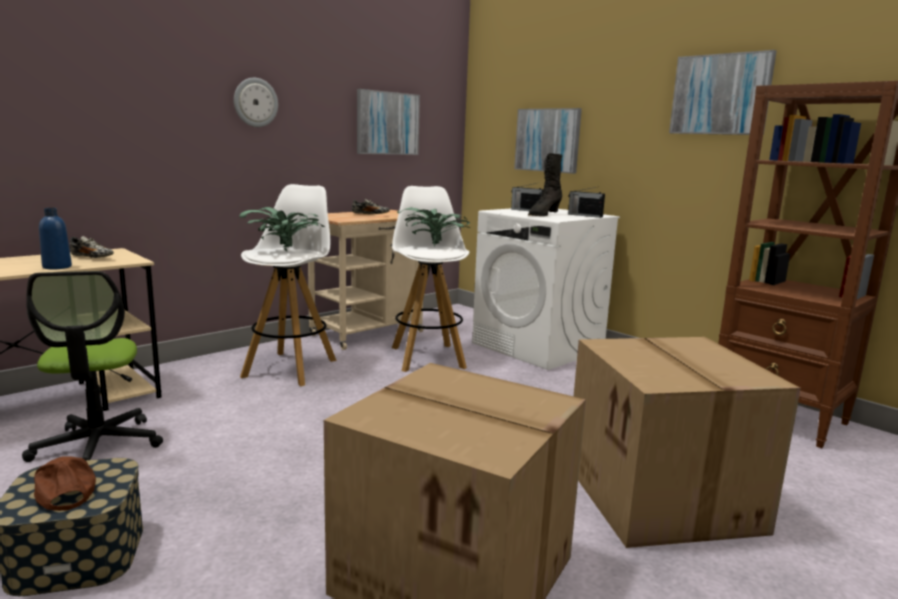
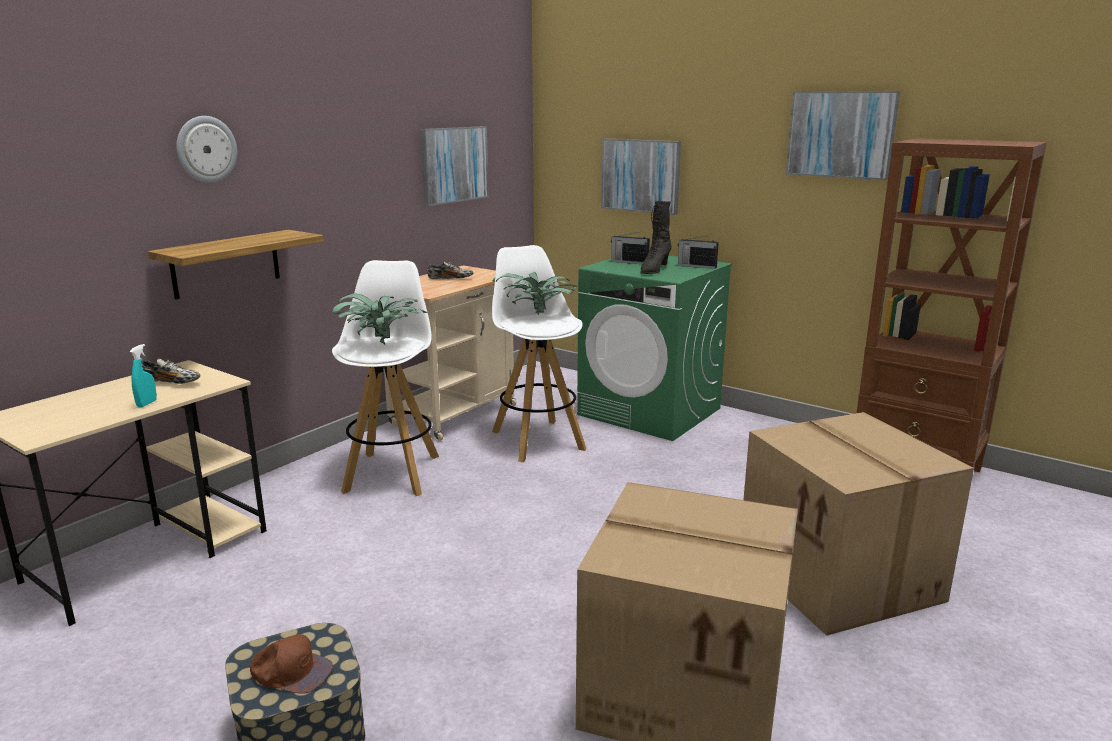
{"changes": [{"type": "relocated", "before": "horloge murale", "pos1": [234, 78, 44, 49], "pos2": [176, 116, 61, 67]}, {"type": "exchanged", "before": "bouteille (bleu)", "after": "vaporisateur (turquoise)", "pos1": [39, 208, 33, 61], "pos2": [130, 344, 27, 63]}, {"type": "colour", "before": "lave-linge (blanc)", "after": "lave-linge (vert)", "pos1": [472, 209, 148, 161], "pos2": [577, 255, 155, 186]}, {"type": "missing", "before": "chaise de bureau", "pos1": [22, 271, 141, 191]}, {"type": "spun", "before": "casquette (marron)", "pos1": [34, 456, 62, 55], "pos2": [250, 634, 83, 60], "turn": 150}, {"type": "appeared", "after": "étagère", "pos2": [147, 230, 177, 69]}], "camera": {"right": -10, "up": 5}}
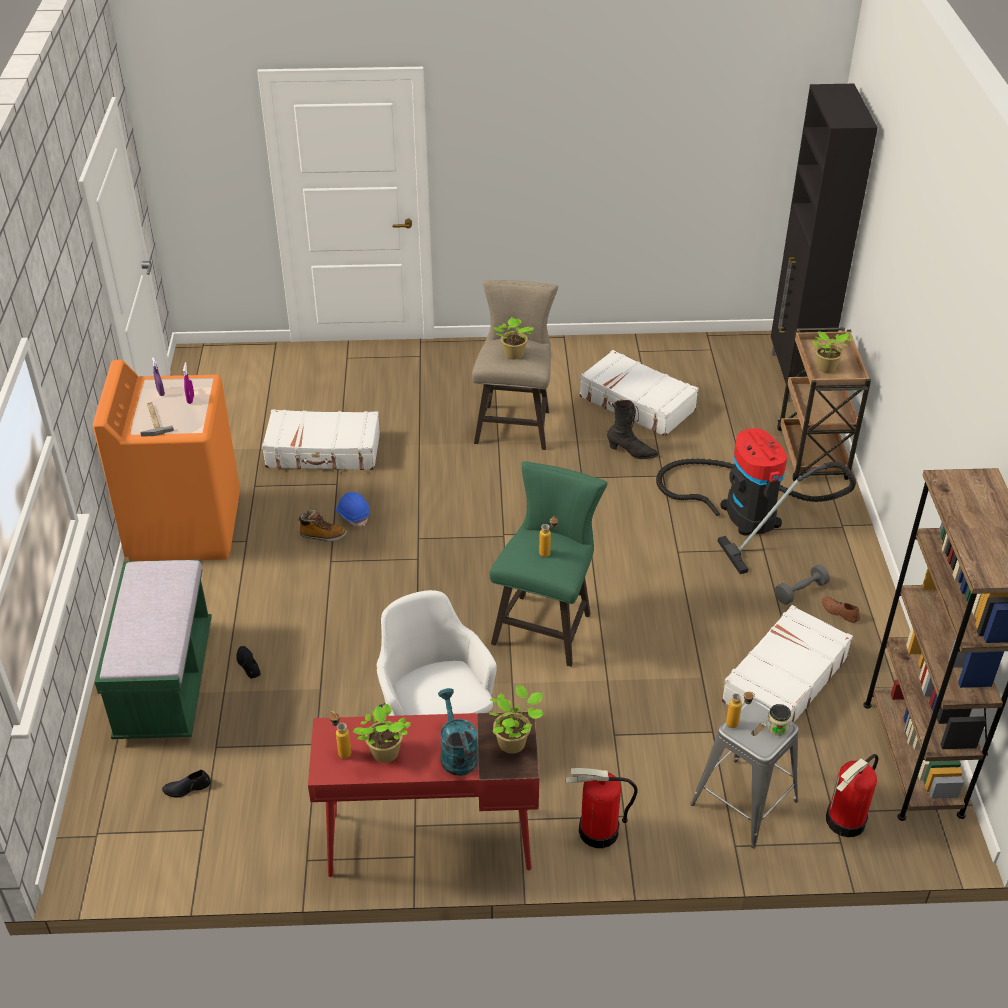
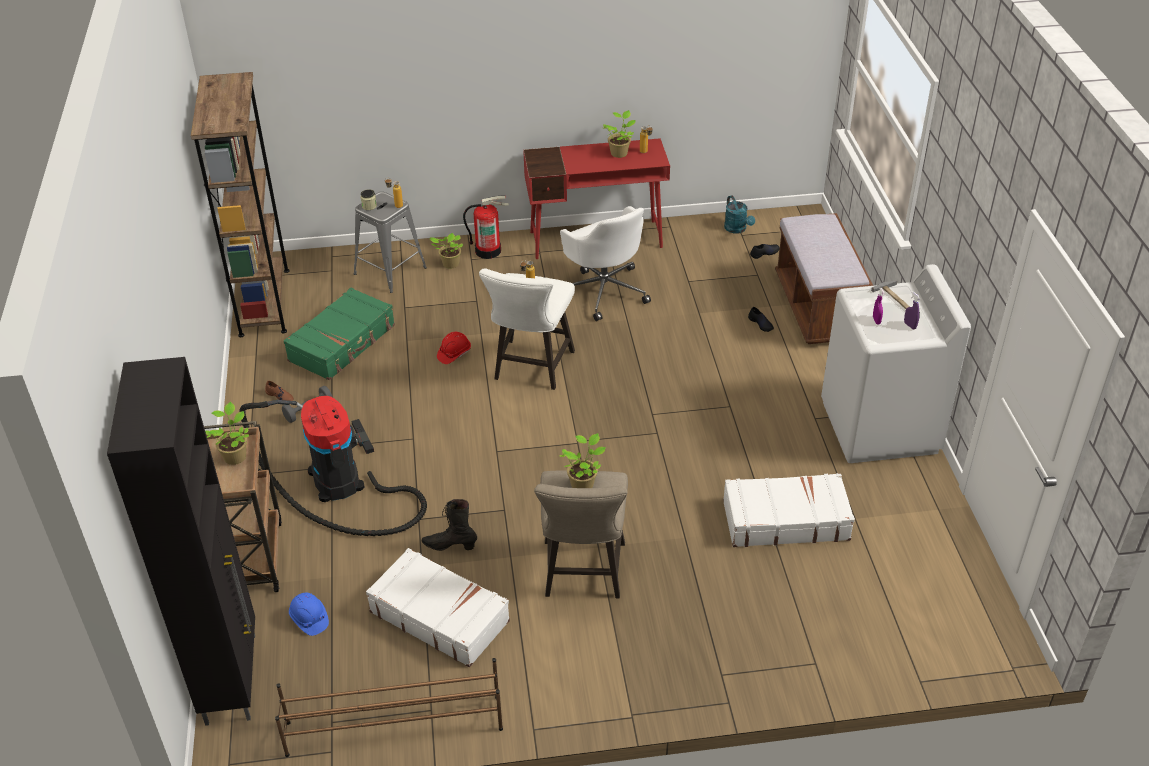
{"changes": [{"type": "colour", "before": "lave-linge (orange)", "after": "lave-linge (blanc)", "pos1": [93, 360, 147, 201], "pos2": [821, 264, 150, 199]}, {"type": "colour", "before": "tabouret (vert)", "after": "tabouret (blanc)", "pos1": [490, 461, 117, 206], "pos2": [479, 268, 96, 122]}, {"type": "relocated", "before": "casque de chantier (bleu)", "pos1": [336, 492, 34, 35], "pos2": [289, 592, 40, 44]}, {"type": "missing", "before": "botte", "pos1": [298, 510, 49, 32]}, {"type": "colour", "before": "banc (vert)", "after": "banc (marron)", "pos1": [95, 559, 117, 180], "pos2": [775, 213, 98, 131]}, {"type": "colour", "before": "valise (blanc)", "after": "valise (vert)", "pos1": [722, 605, 131, 121], "pos2": [284, 288, 111, 92]}, {"type": "relocated", "before": "plante en pot", "pos1": [489, 685, 56, 69], "pos2": [430, 233, 33, 36]}, {"type": "relocated", "before": "arrosoir (turquoise)", "pos1": [438, 688, 40, 88], "pos2": [724, 195, 31, 39]}, {"type": "missing", "before": "extincteur", "pos1": [826, 754, 52, 83]}, {"type": "appeared", "after": "casque de chantier (rouge)", "pos2": [437, 332, 34, 32]}, {"type": "appeared", "after": "étagère à chaussures (marron)", "pos2": [275, 658, 228, 99]}], "camera": {"right": 175, "up": 0}}
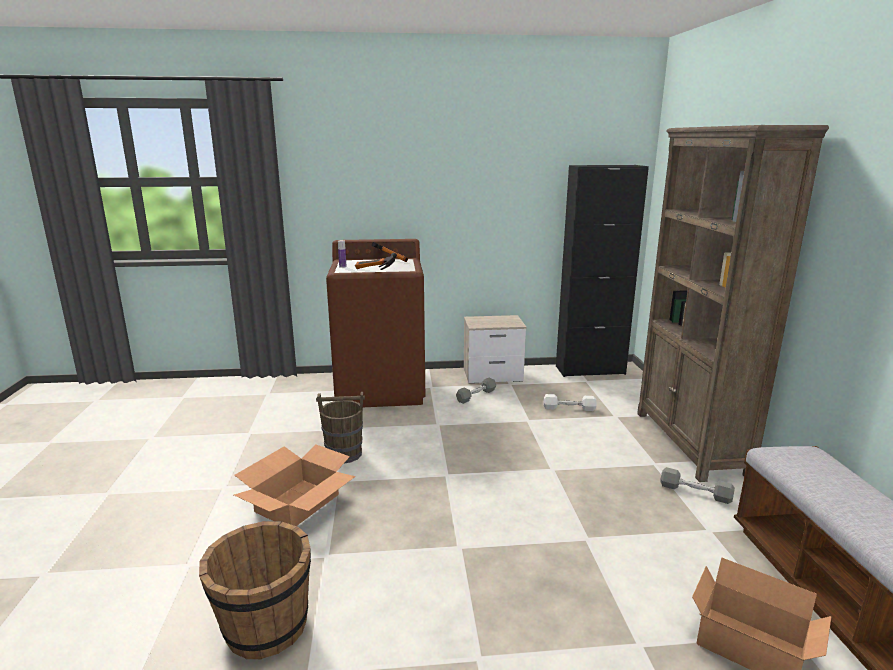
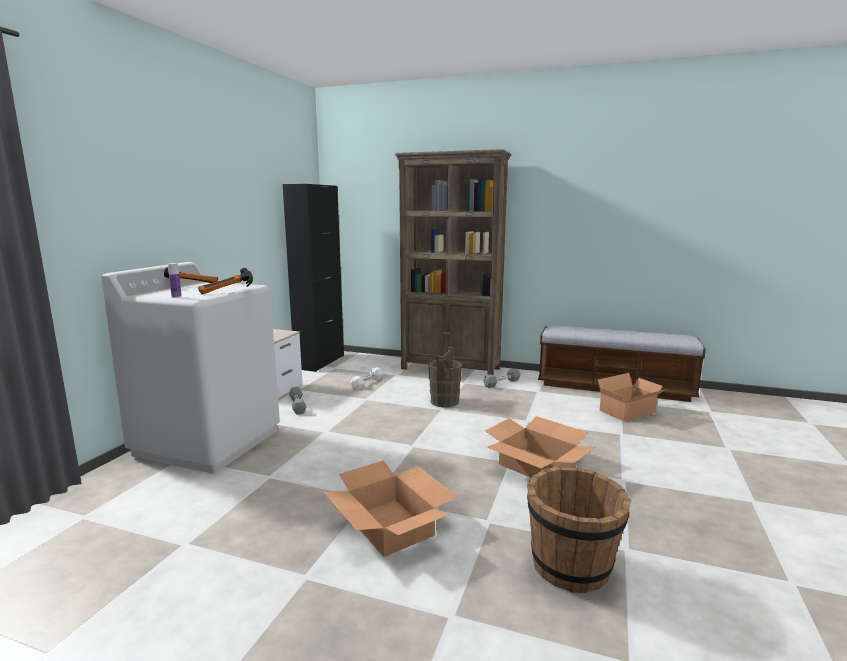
{"changes": [{"type": "colour", "before": "lave-linge (marron)", "after": "lave-linge (blanc)", "pos1": [326, 239, 99, 168], "pos2": [101, 262, 179, 211]}, {"type": "relocated", "before": "seau (marron)", "pos1": [316, 392, 49, 72], "pos2": [428, 347, 34, 60]}, {"type": "appeared", "after": "carton", "pos2": [485, 416, 111, 61]}], "camera": {"right": -65, "up": -5}}
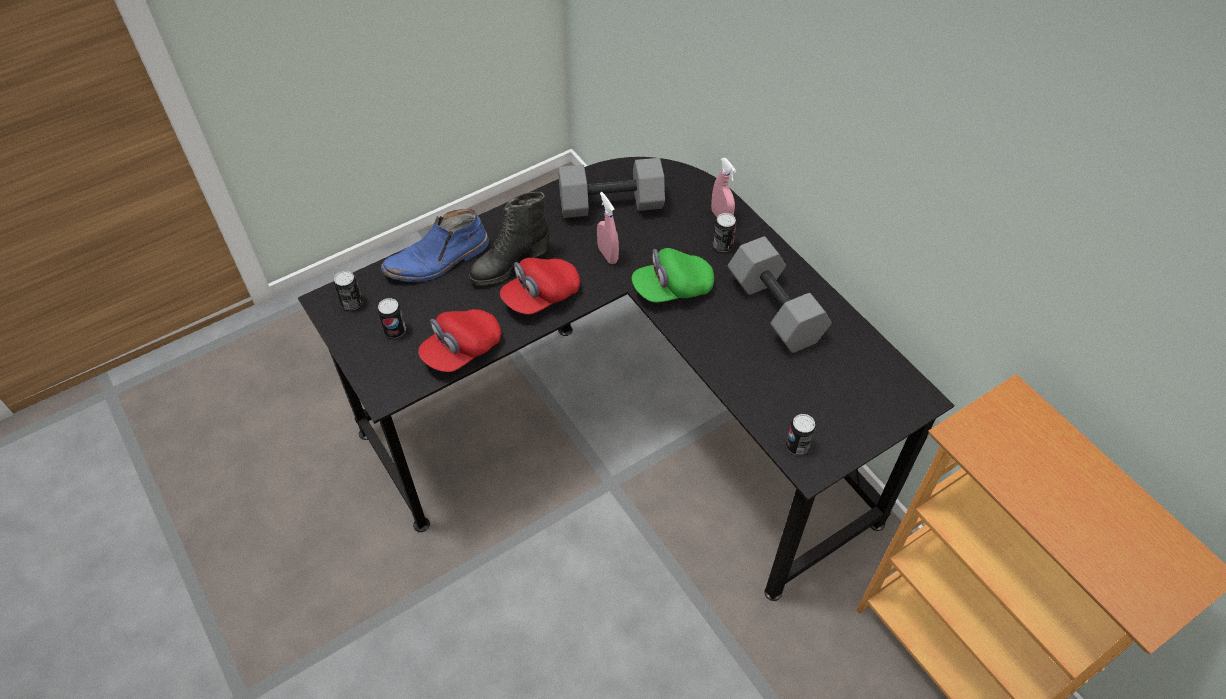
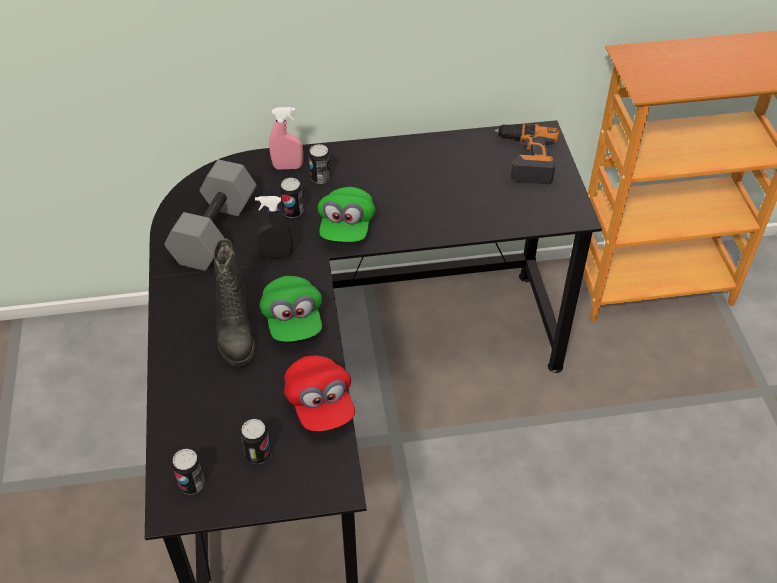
{"changes": [{"type": "colour", "before": "vaporisateur (rose)", "after": "vaporisateur (noir)", "pos1": [597, 192, 22, 72], "pos2": [255, 196, 38, 63]}, {"type": "missing", "before": "botte (bleu)", "pos1": [381, 209, 108, 73]}, {"type": "missing", "before": "haltère (gris)", "pos1": [728, 236, 104, 117]}, {"type": "colour", "before": "casquette (rouge)", "after": "casquette (vert)", "pos1": [500, 258, 80, 57], "pos2": [259, 276, 63, 66]}, {"type": "relocated", "before": "boîte métallique", "pos1": [786, 414, 30, 41], "pos2": [280, 178, 24, 40]}, {"type": "appeared", "after": "perceuse", "pos2": [495, 124, 64, 60]}], "camera": {"right": -65, "up": -5}}
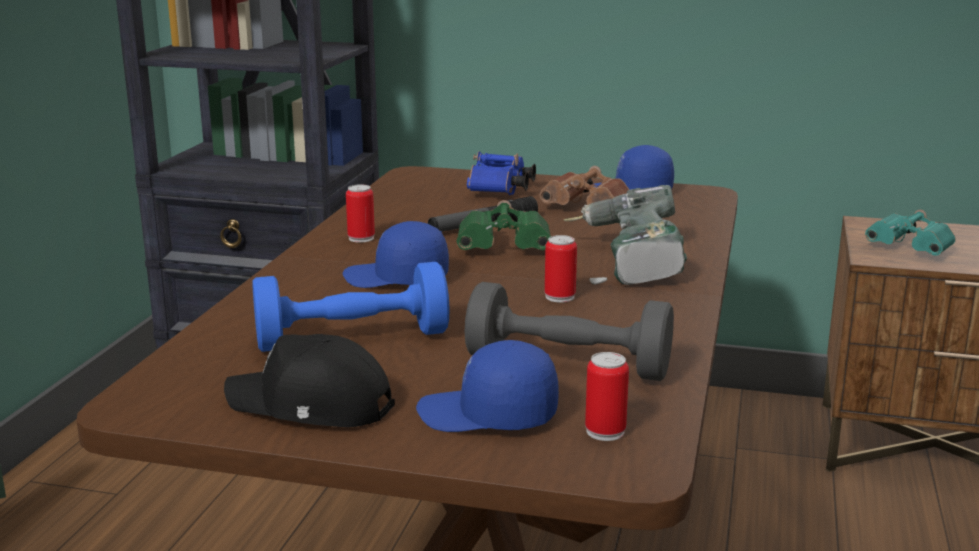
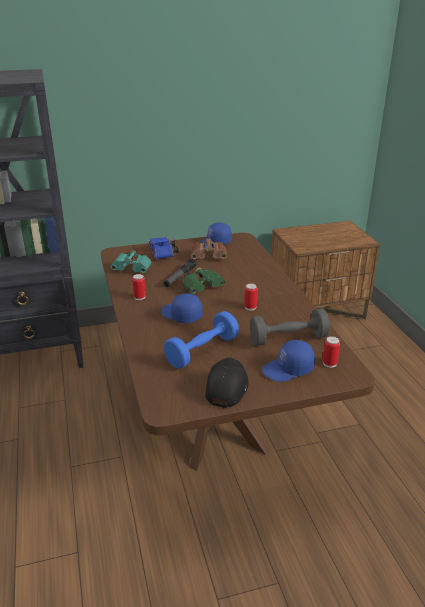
{"changes": [{"type": "missing", "before": "perceuse", "pos1": [563, 185, 124, 100]}, {"type": "relocated", "before": "jumelles (turquoise)", "pos1": [865, 210, 91, 46], "pos2": [110, 250, 41, 23]}, {"type": "spun", "before": "casquette (bleu)", "pos1": [343, 221, 106, 67], "pos2": [161, 293, 42, 30], "turn": 60}, {"type": "spun", "before": "casquette (noir)", "pos1": [224, 334, 171, 93], "pos2": [205, 357, 44, 51], "turn": 120}], "camera": {"right": -30, "up": 10}}
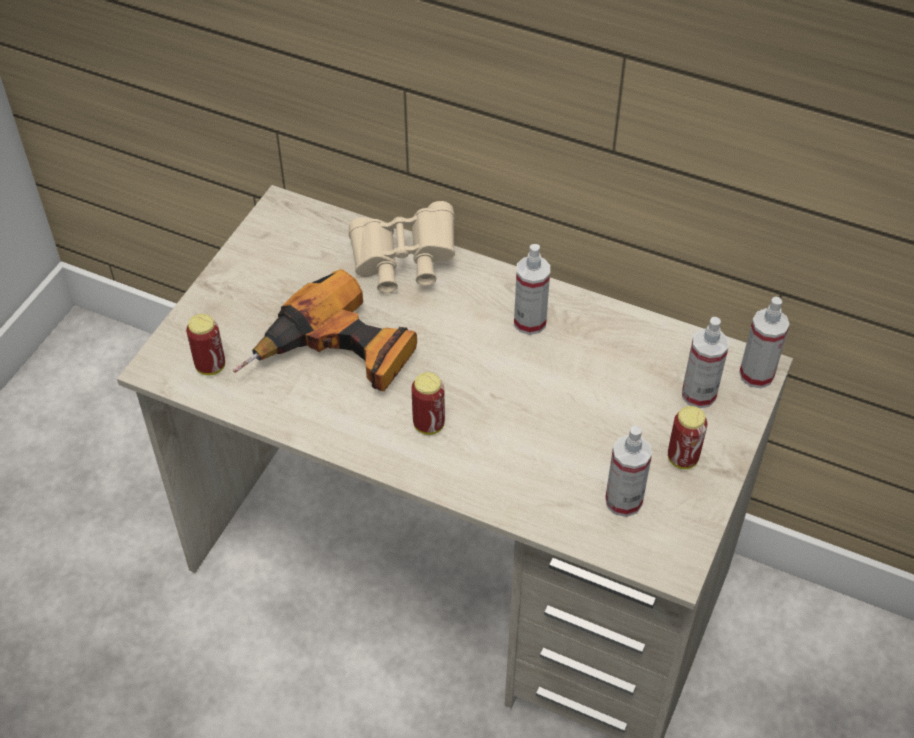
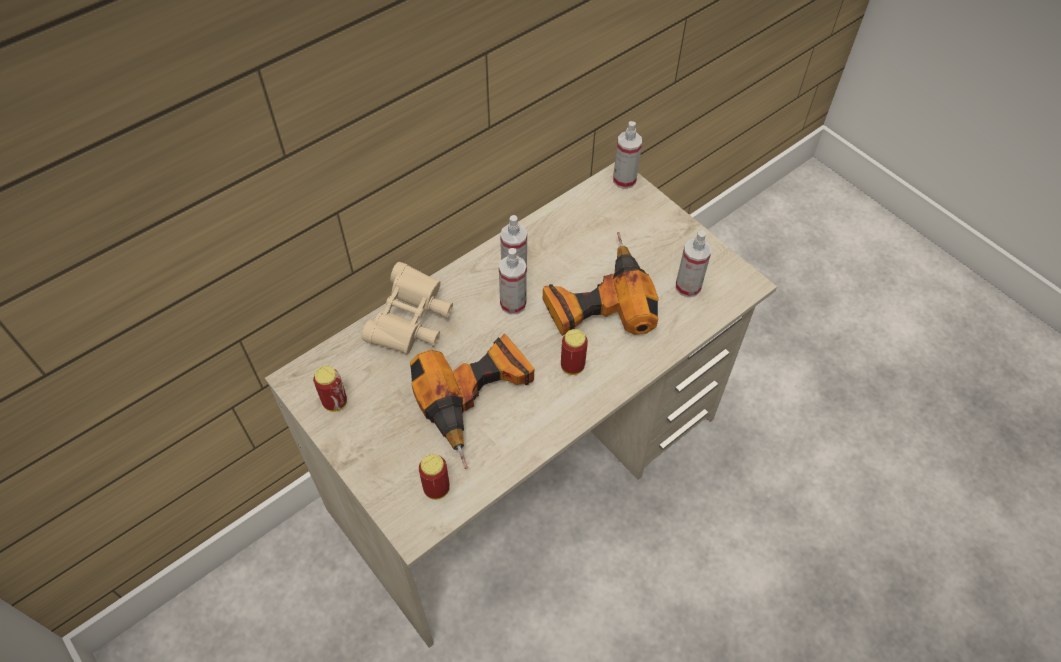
{"changes": [{"type": "relocated", "before": "vaporisateur", "pos1": [682, 317, 47, 91], "pos2": [499, 248, 28, 66]}, {"type": "relocated", "before": "boîte métallique", "pos1": [668, 406, 39, 63], "pos2": [313, 366, 34, 46]}, {"type": "appeared", "after": "perceuse", "pos2": [543, 232, 115, 104]}], "camera": {"right": -65, "up": 5}}
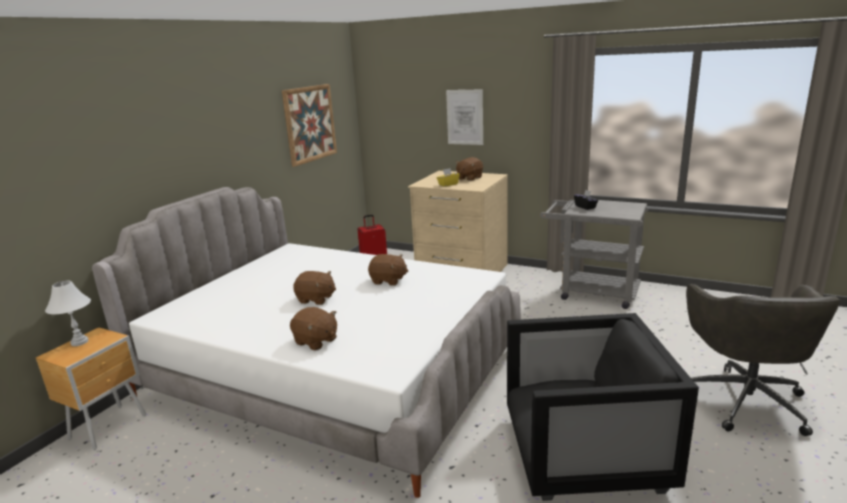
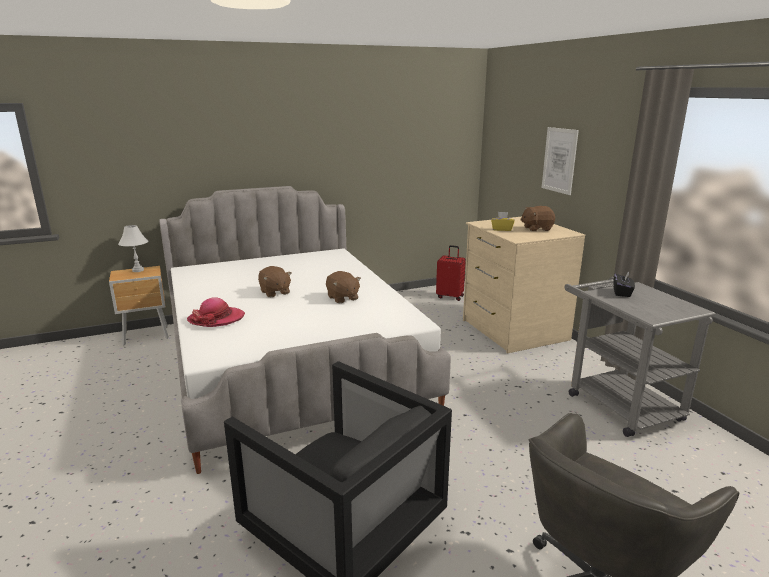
{"changes": [{"type": "missing", "before": "tableau", "pos1": [282, 84, 55, 83]}, {"type": "exchanged", "before": "peluche (marron)", "after": "chapeau", "pos1": [290, 307, 47, 44], "pos2": [187, 298, 58, 29]}], "camera": {"right": 40, "up": 0}}
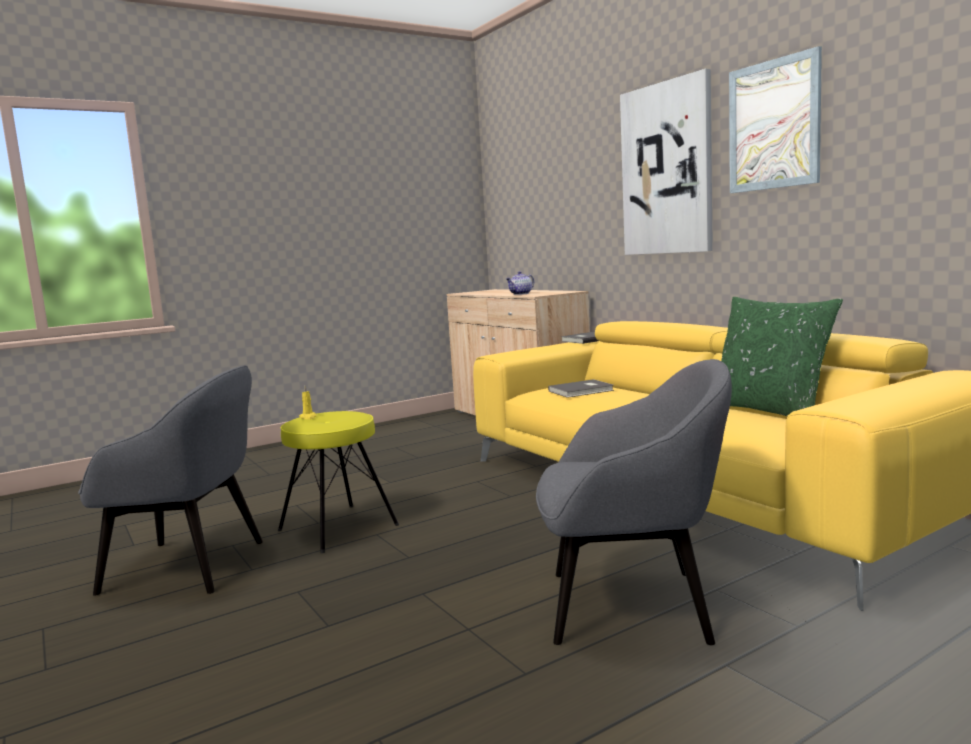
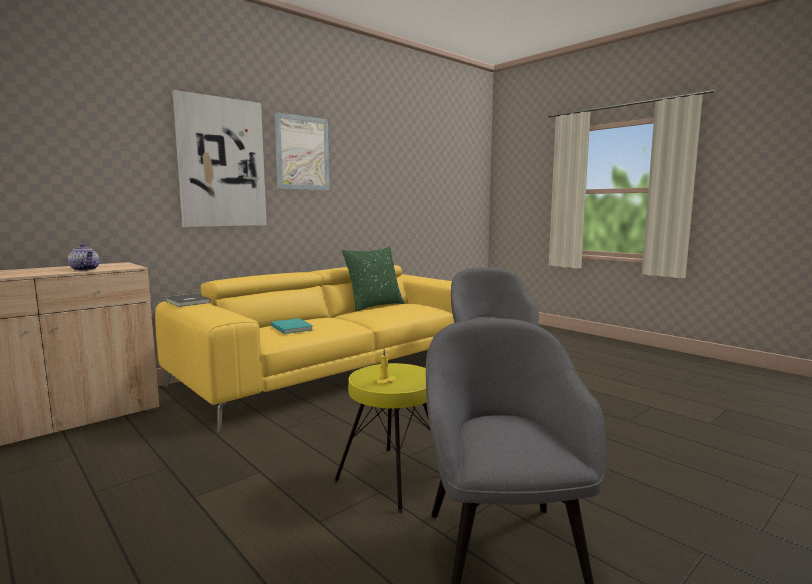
{"changes": [{"type": "colour", "before": "livre (gris)", "after": "livre (turquoise)", "pos1": [548, 379, 66, 19], "pos2": [271, 318, 42, 16]}], "camera": {"right": -100, "up": 0}}
